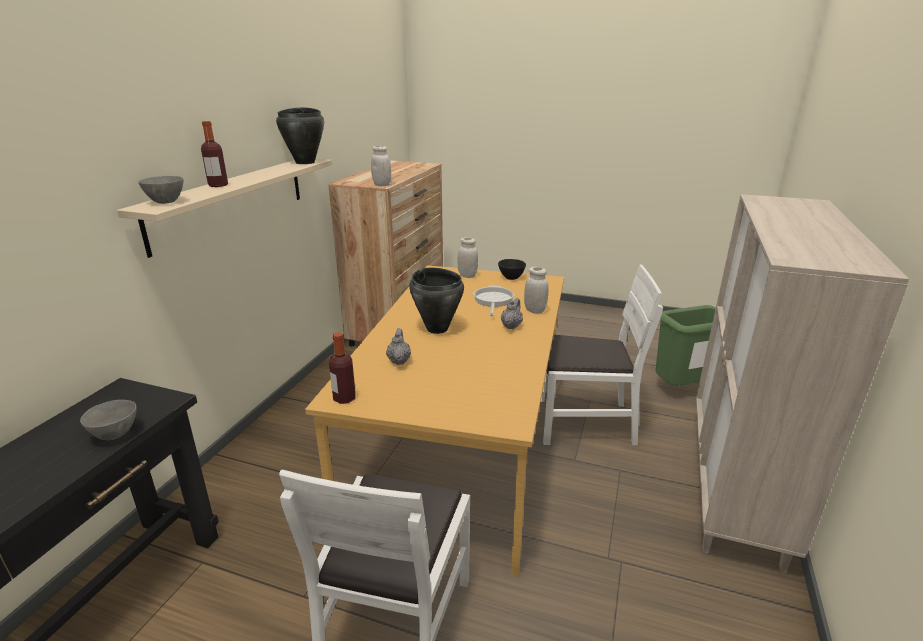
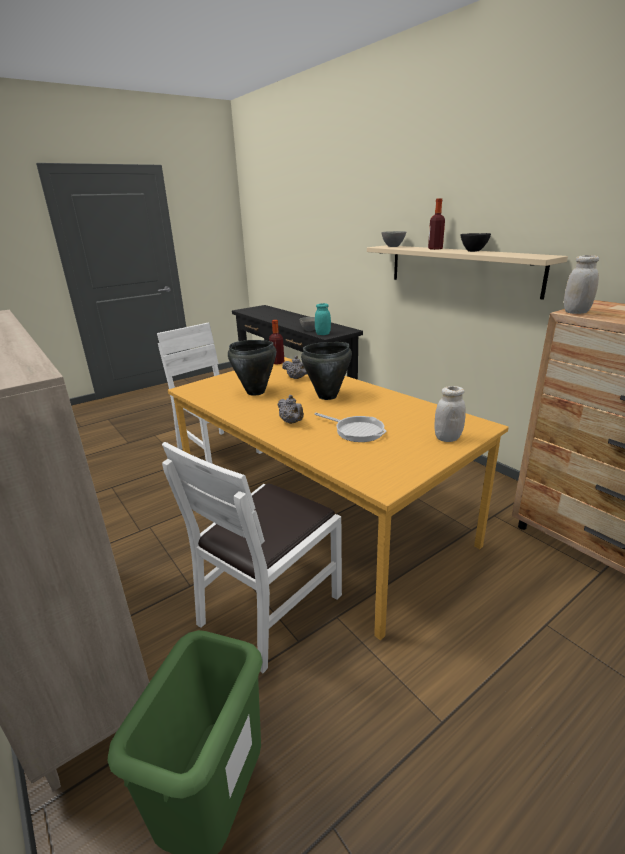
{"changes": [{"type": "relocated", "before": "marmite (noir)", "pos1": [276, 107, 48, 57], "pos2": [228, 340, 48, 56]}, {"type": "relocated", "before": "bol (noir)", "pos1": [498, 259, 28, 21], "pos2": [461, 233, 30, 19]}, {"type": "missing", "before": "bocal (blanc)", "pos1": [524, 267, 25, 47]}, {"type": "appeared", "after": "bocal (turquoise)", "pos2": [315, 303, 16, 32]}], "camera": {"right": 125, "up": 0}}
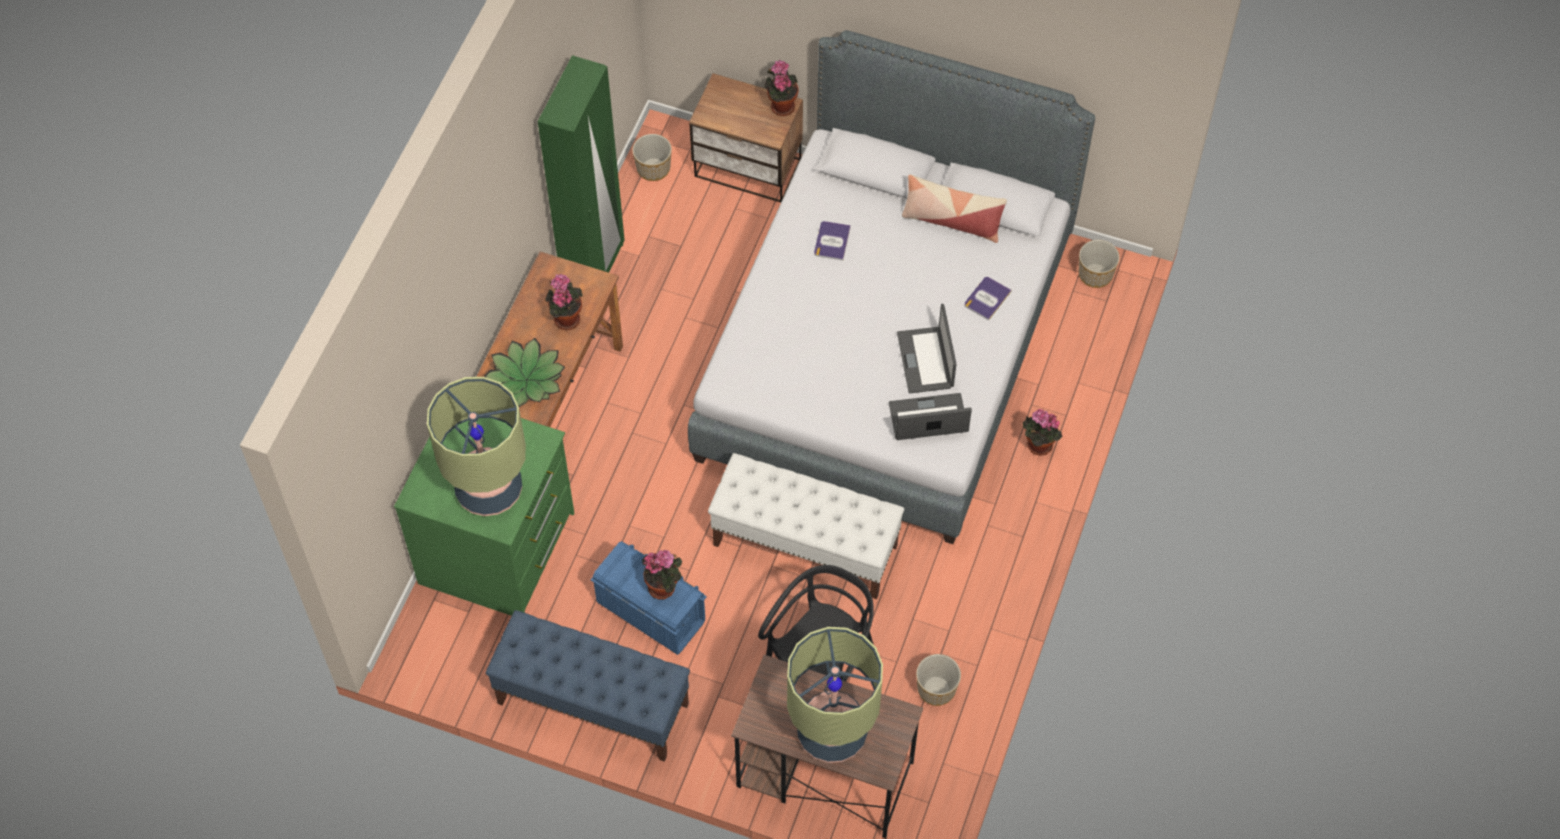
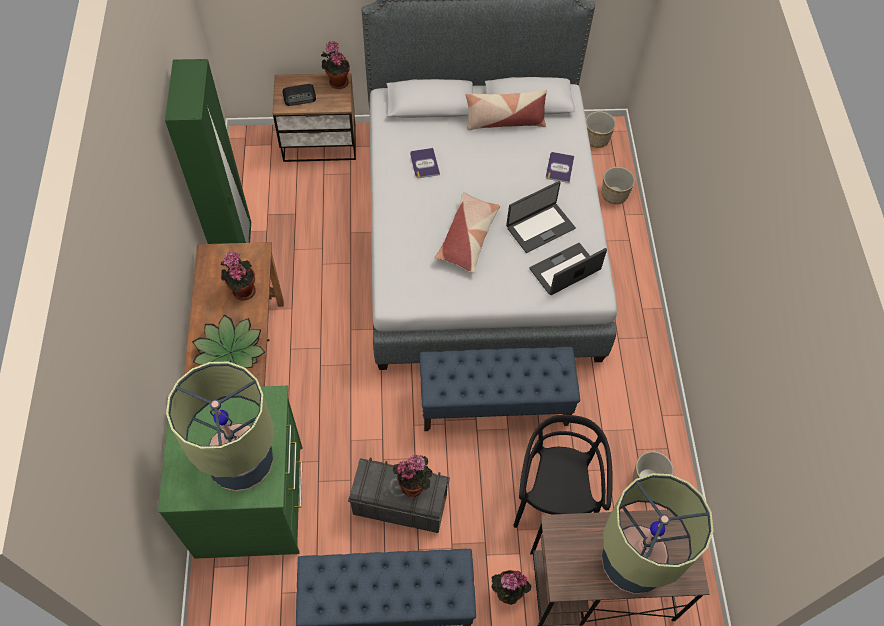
{"changes": [{"type": "relocated", "before": "cache-pot", "pos1": [632, 134, 40, 47], "pos2": [602, 167, 33, 37]}, {"type": "spun", "before": "ordinateur portable", "pos1": [897, 304, 59, 89], "pos2": [506, 181, 70, 72], "turn": -90}, {"type": "relocated", "before": "plante en pot", "pos1": [1023, 409, 39, 47], "pos2": [491, 570, 40, 35]}, {"type": "colour", "before": "banc (blanc)", "after": "banc (bleu)", "pos1": [708, 453, 196, 146], "pos2": [420, 347, 160, 84]}, {"type": "colour", "before": "boîte de rangement (bleu)", "after": "boîte de rangement (gris)", "pos1": [591, 541, 116, 114], "pos2": [348, 458, 102, 75]}, {"type": "appeared", "after": "radio", "pos2": [282, 84, 34, 22]}, {"type": "appeared", "after": "coussin", "pos2": [435, 192, 65, 81]}], "camera": {"right": -25, "up": 0}}
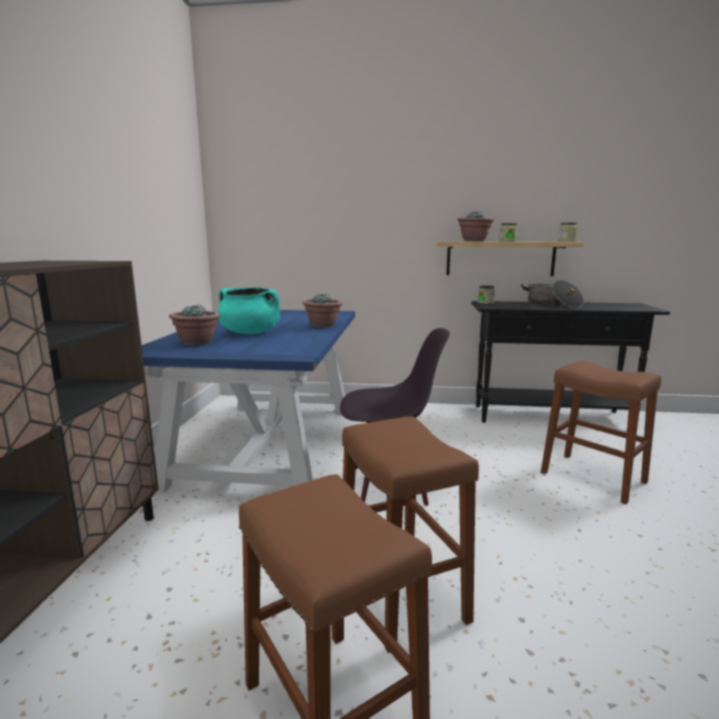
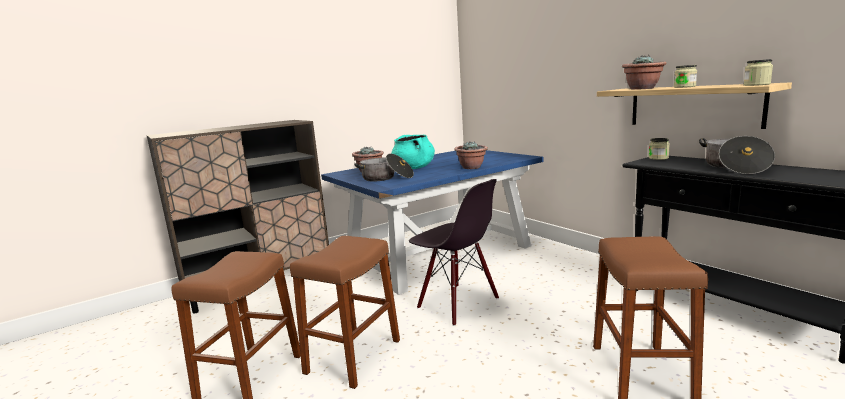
{"changes": [{"type": "appeared", "after": "marmite", "pos2": [354, 153, 60, 29]}], "camera": {"right": 50, "up": 0}}
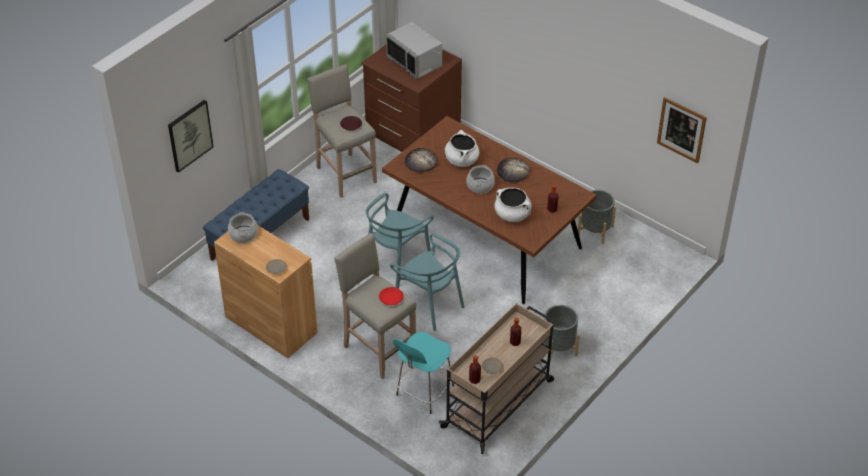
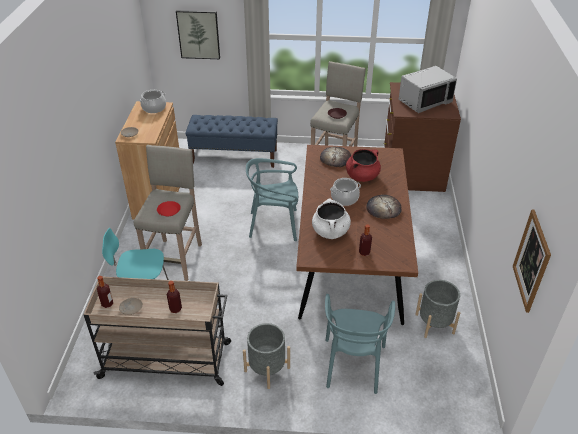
{"changes": [{"type": "spun", "before": "micro-ondes (gris)", "pos1": [386, 22, 56, 57], "pos2": [399, 66, 58, 47], "turn": -135}, {"type": "colour", "before": "marmite (blanc)", "after": "marmite (rouge)", "pos1": [445, 130, 35, 37], "pos2": [346, 149, 35, 33]}, {"type": "relocated", "before": "chaise (turquoise)", "pos1": [390, 233, 74, 98], "pos2": [325, 294, 70, 100]}], "camera": {"right": 55, "up": -5}}
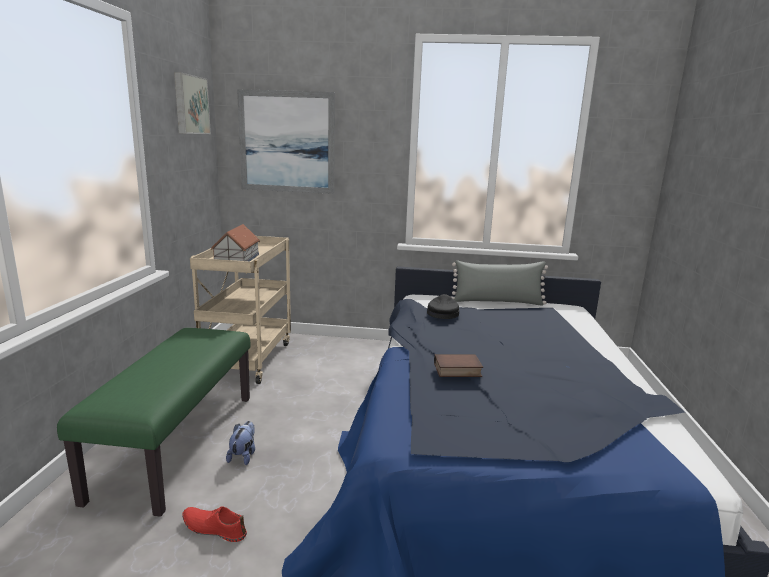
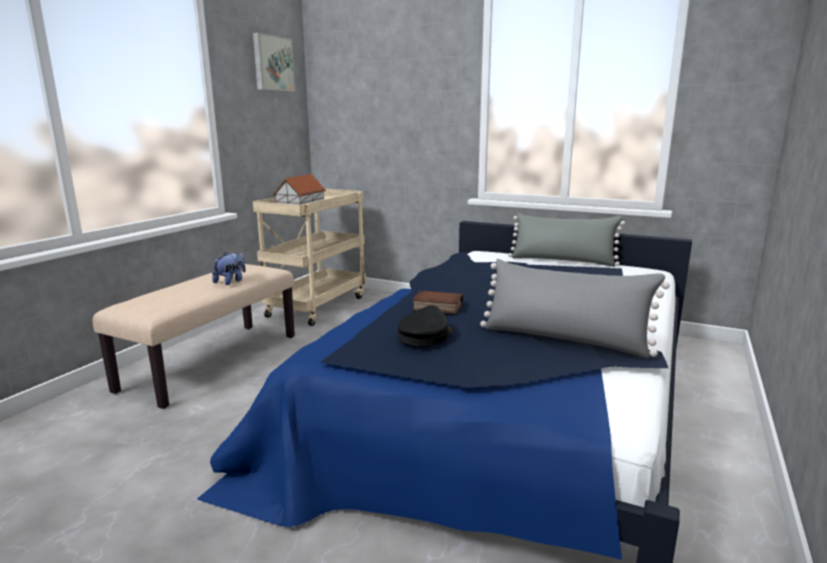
{"changes": [{"type": "missing", "before": "tableau", "pos1": [237, 89, 98, 105]}, {"type": "relocated", "before": "casquette (noir)", "pos1": [427, 294, 32, 25], "pos2": [397, 305, 56, 41]}, {"type": "colour", "before": "banc (vert)", "after": "banc (beige)", "pos1": [57, 328, 193, 189], "pos2": [93, 264, 202, 145]}, {"type": "relocated", "before": "peluche", "pos1": [226, 421, 29, 44], "pos2": [212, 252, 34, 33]}, {"type": "missing", "before": "chaussure (rouge)", "pos1": [182, 507, 65, 35]}, {"type": "appeared", "after": "coussin (gris)", "pos2": [480, 259, 190, 99]}], "camera": {"right": 20, "up": 0}}
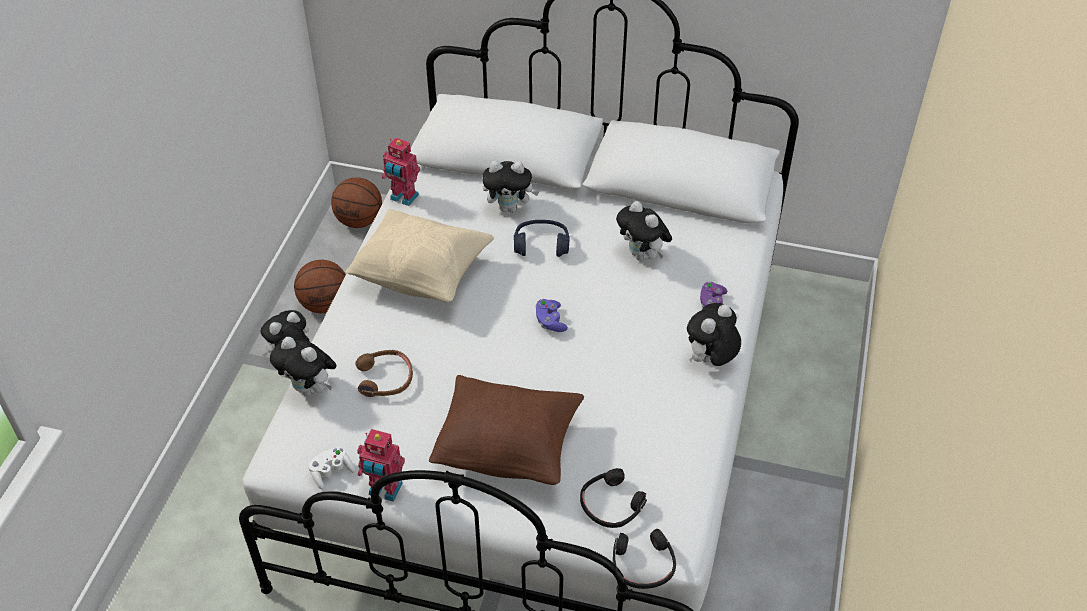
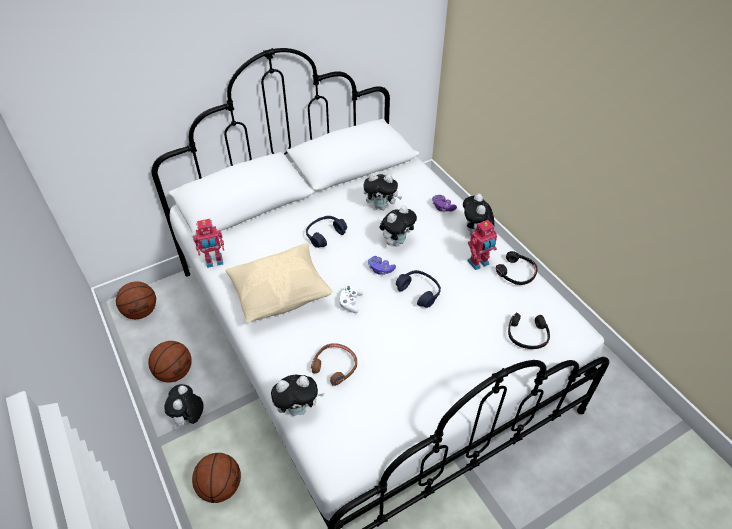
{"changes": [{"type": "relocated", "before": "peluche", "pos1": [482, 161, 57, 52], "pos2": [379, 205, 38, 41]}, {"type": "missing", "before": "coussin (marron)", "pos1": [429, 375, 155, 110]}, {"type": "relocated", "before": "robot jouet", "pos1": [357, 429, 48, 73], "pos2": [467, 220, 30, 50]}, {"type": "relocated", "before": "manette (blanc)", "pos1": [308, 447, 47, 43], "pos2": [339, 286, 24, 27]}, {"type": "relocated", "before": "casque audio (noir)", "pos1": [613, 529, 63, 60], "pos2": [496, 251, 42, 34]}, {"type": "appeared", "after": "casque audio (bleu)", "pos2": [396, 270, 45, 38]}, {"type": "appeared", "after": "ballon de basket", "pos2": [192, 453, 49, 50]}], "camera": {"right": -45, "up": 0}}
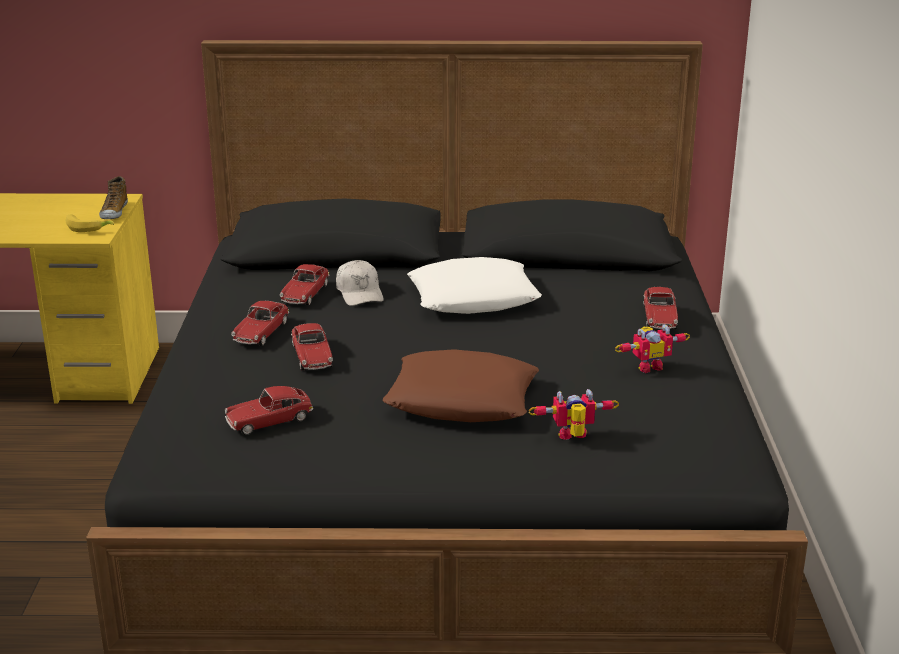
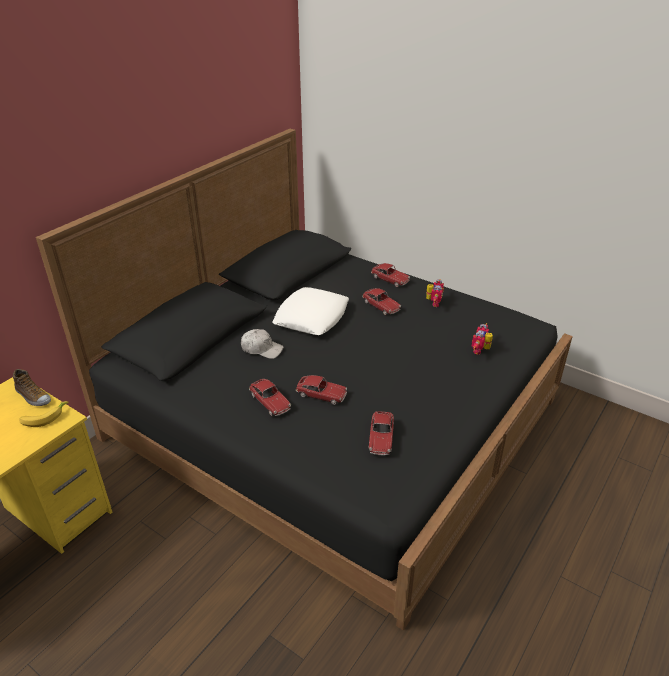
{"changes": [{"type": "relocated", "before": "petite voiture", "pos1": [280, 264, 50, 41], "pos2": [362, 288, 39, 27]}, {"type": "missing", "before": "coussin (marron)", "pos1": [383, 349, 156, 73]}], "camera": {"right": -55, "up": 10}}
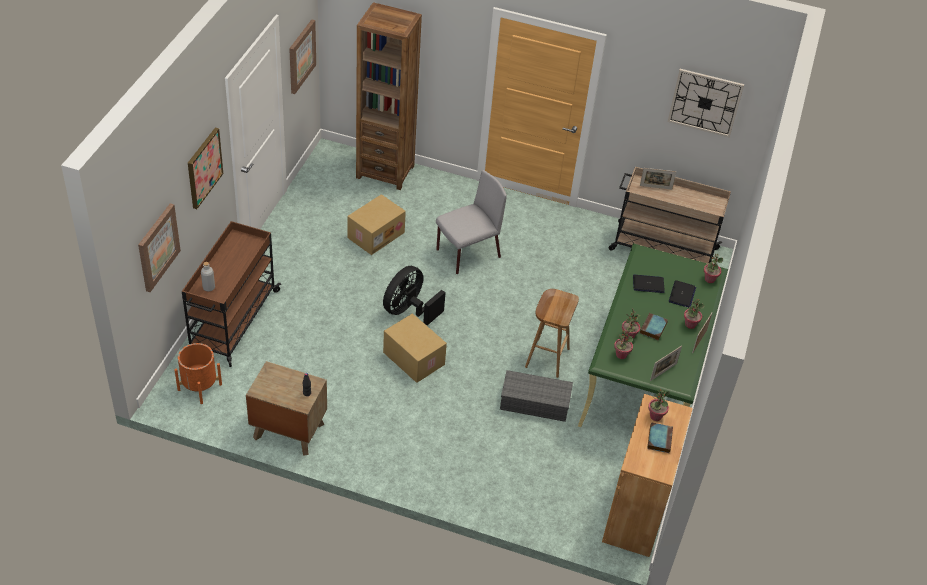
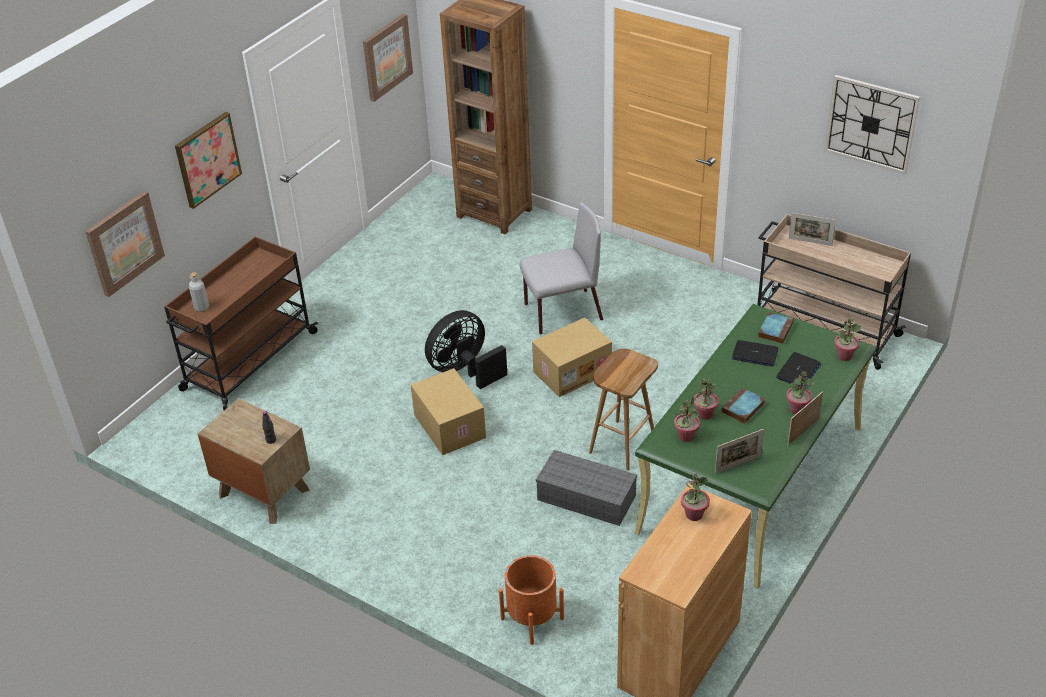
{"changes": [{"type": "relocated", "before": "carton", "pos1": [347, 194, 59, 61], "pos2": [532, 318, 80, 79]}, {"type": "relocated", "before": "cache-pot (orange)", "pos1": [174, 343, 48, 61], "pos2": [499, 555, 65, 90]}, {"type": "relocated", "before": "livre", "pos1": [647, 422, 26, 31], "pos2": [758, 312, 36, 32]}], "camera": {"right": 20, "up": -5}}
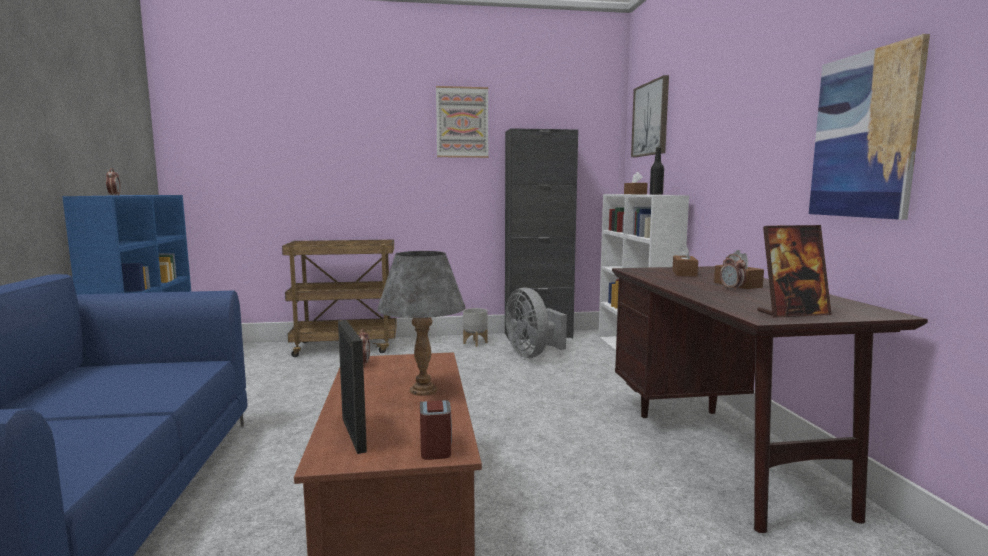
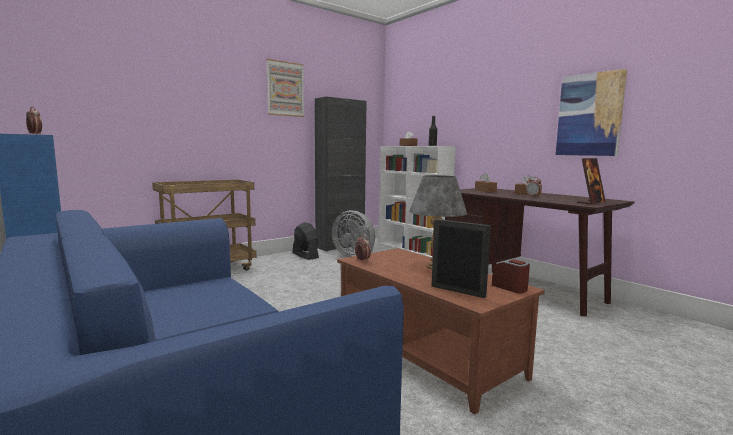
{"changes": [{"type": "missing", "before": "tableau", "pos1": [631, 75, 38, 82]}, {"type": "exchanged", "before": "cache-pot (gris)", "after": "ventilateur (noir)", "pos1": [463, 308, 25, 39], "pos2": [293, 222, 26, 38]}], "camera": {"right": -30, "up": 0}}
